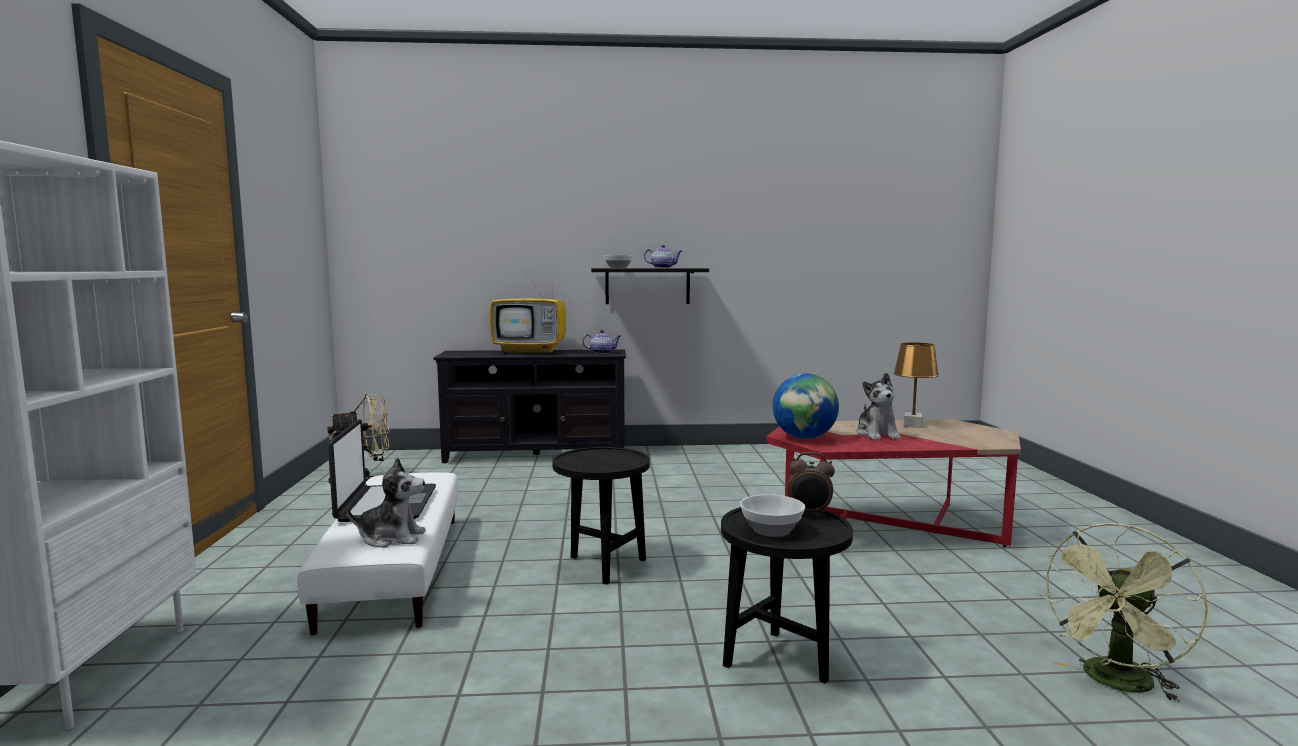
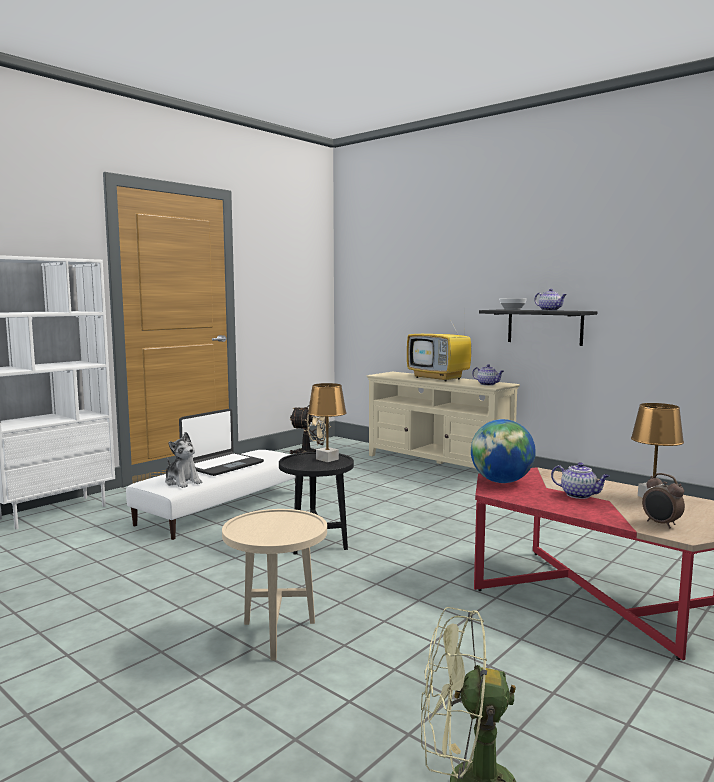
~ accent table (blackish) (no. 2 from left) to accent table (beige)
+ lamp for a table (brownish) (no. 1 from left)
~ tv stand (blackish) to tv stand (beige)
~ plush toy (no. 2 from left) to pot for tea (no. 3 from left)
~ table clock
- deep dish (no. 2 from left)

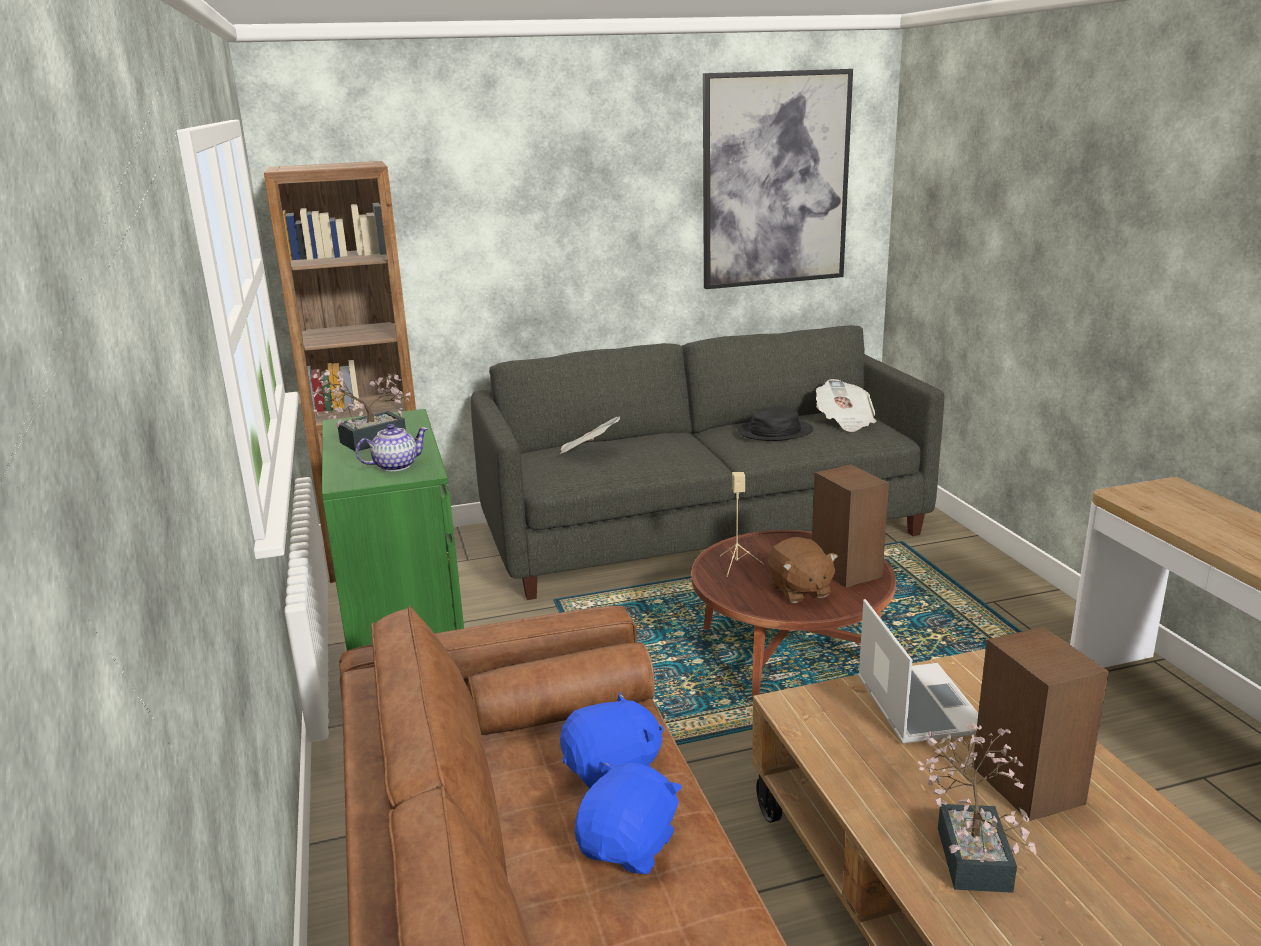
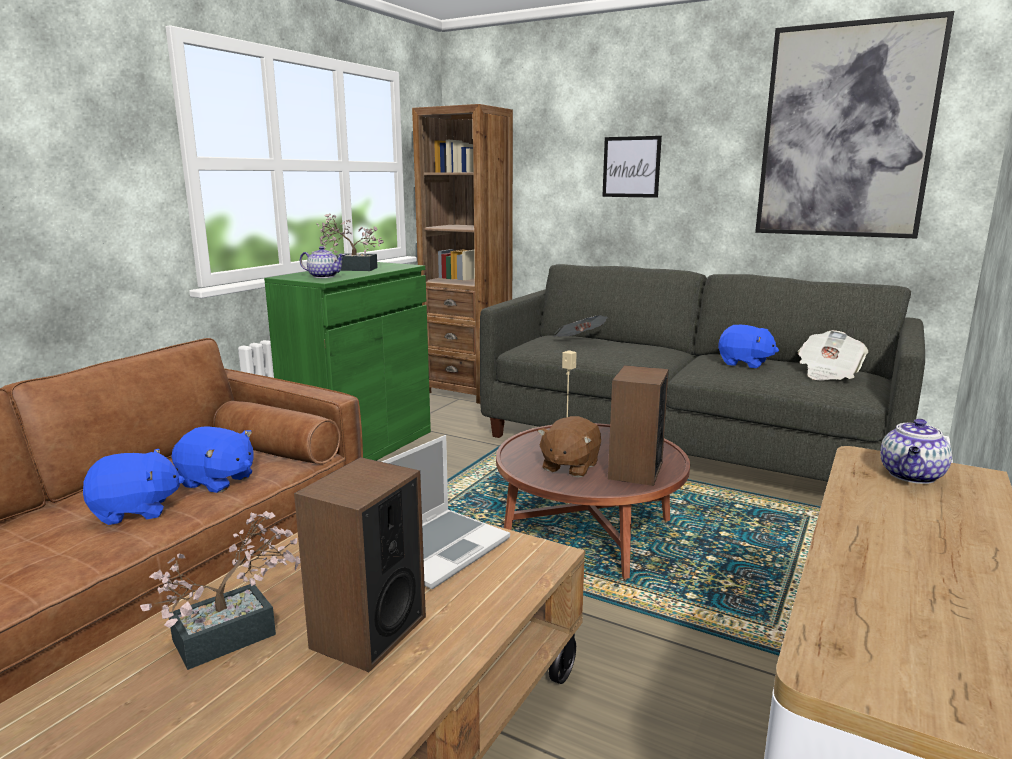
+ picture (no. 1 from left)
~ wearable hat (blackish) to plush toy (blue) (no. 3 from left)
+ pot for tea (no. 2 from left)

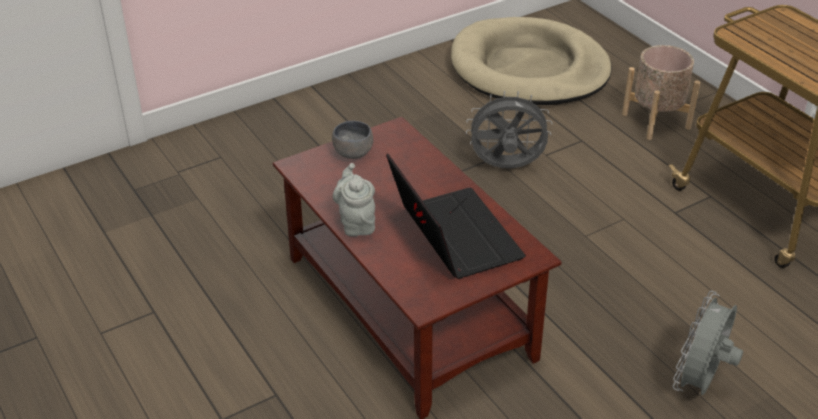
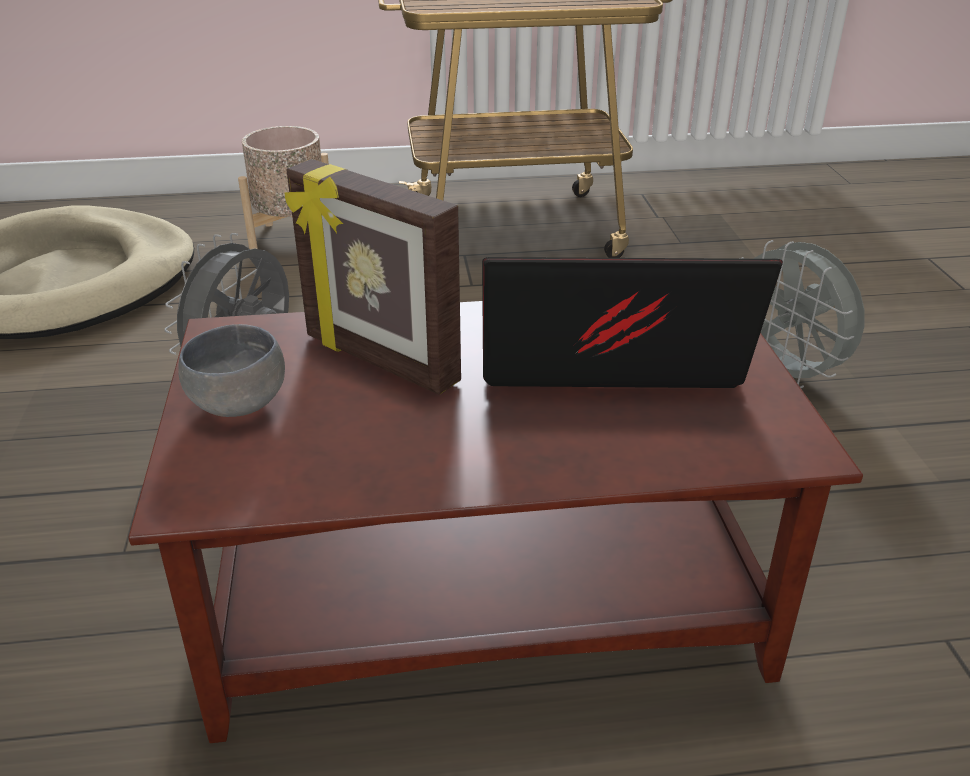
+ photo frame
- pot for tea (grey)

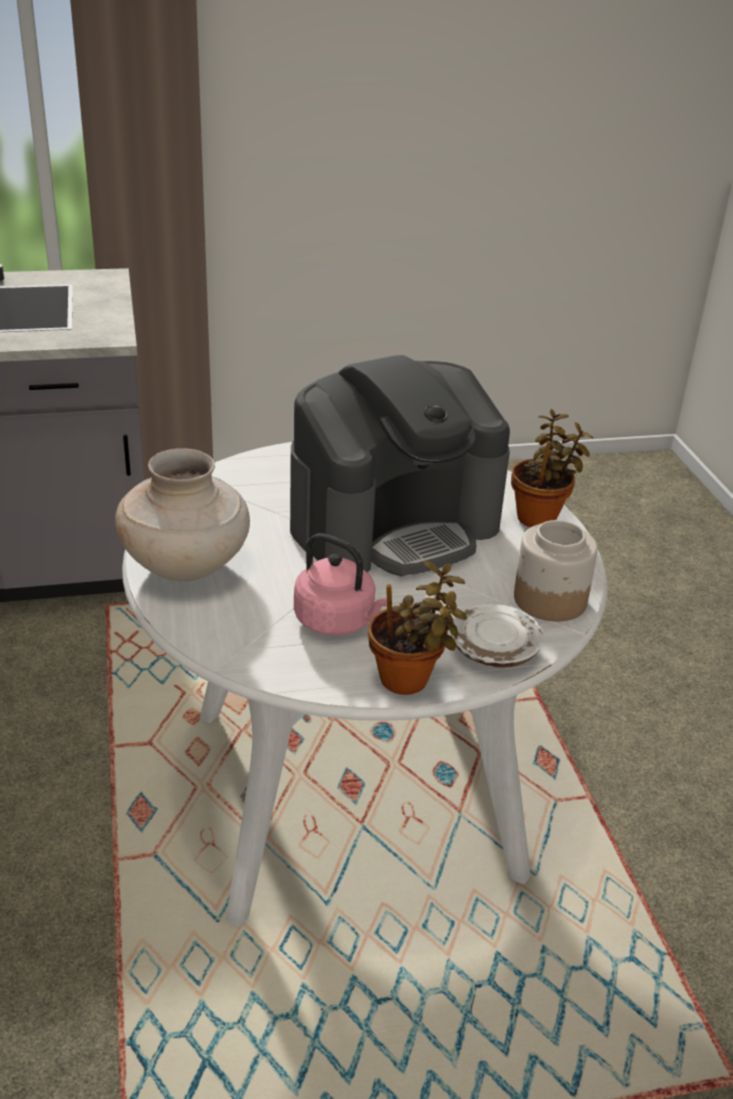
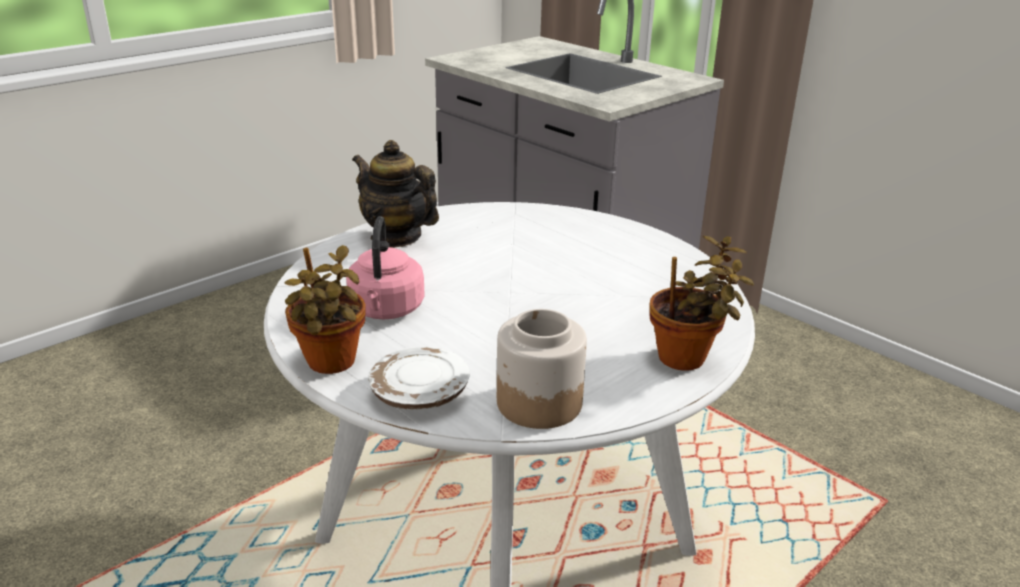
~ vase (beige) to pot for tea
- coffee machine

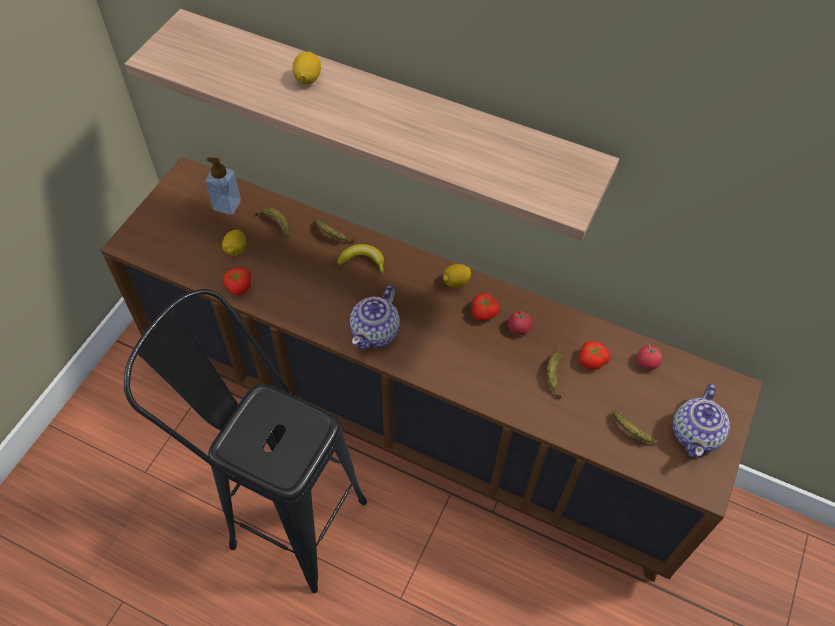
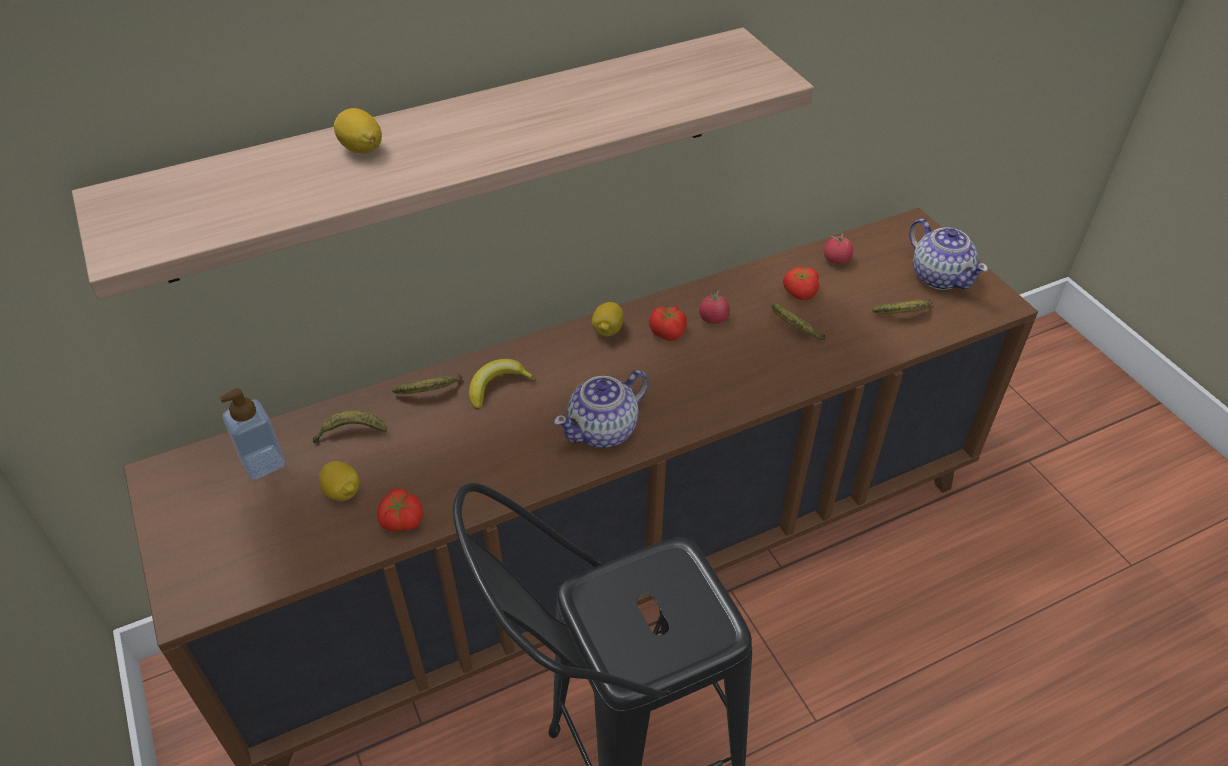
~ pot for tea (no. 1 from left) 75 degrees clockwise

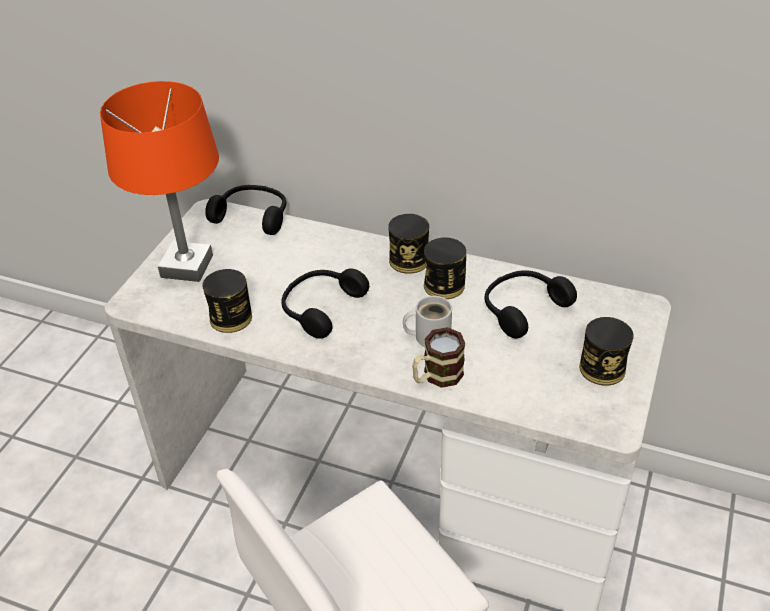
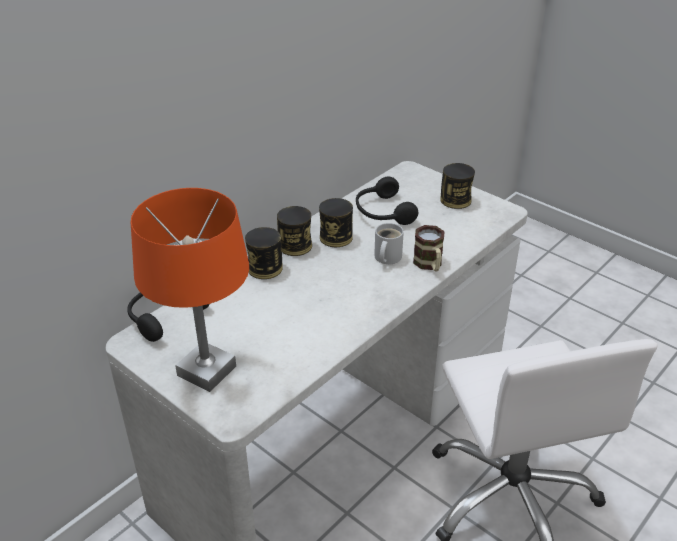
~ can (no. 1 from left)
- headset (blackish) (no. 2 from left)

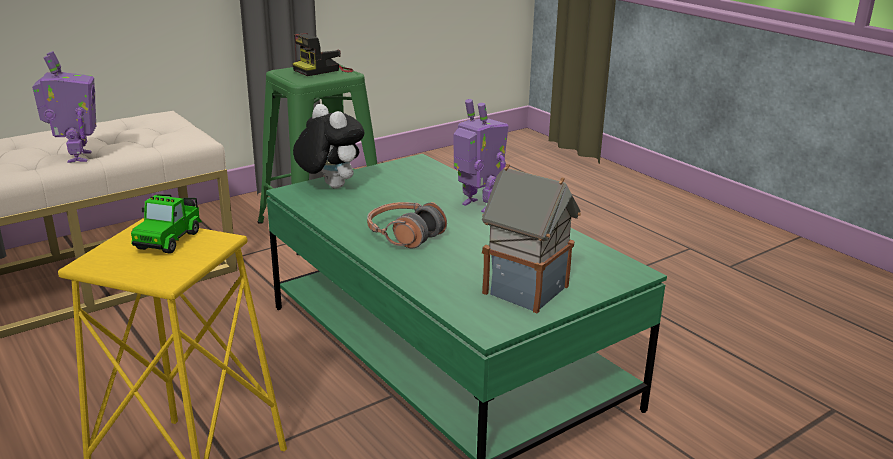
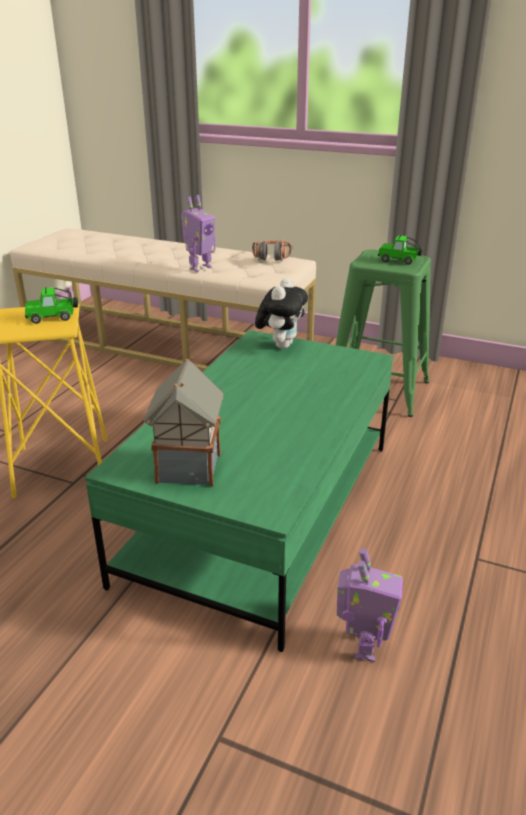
~ headset
~ toy robot (no. 2 from left)
~ photo camera to model car (no. 2 from left)

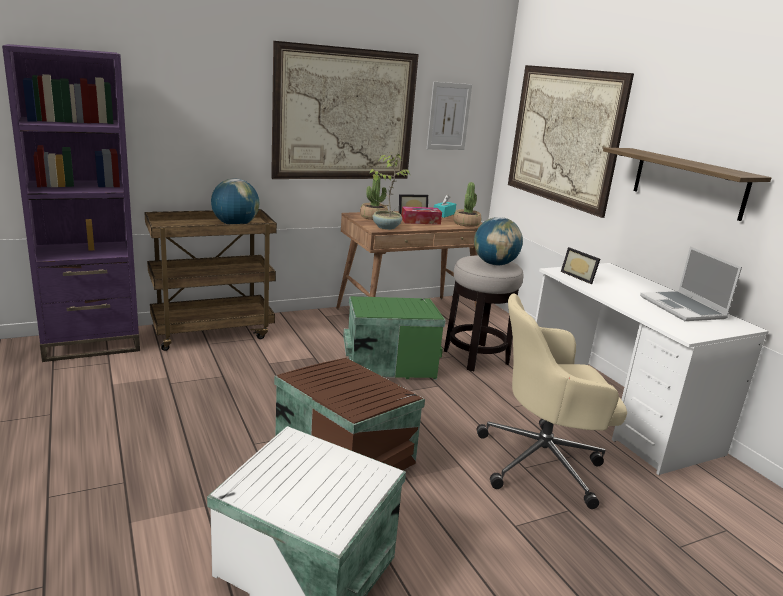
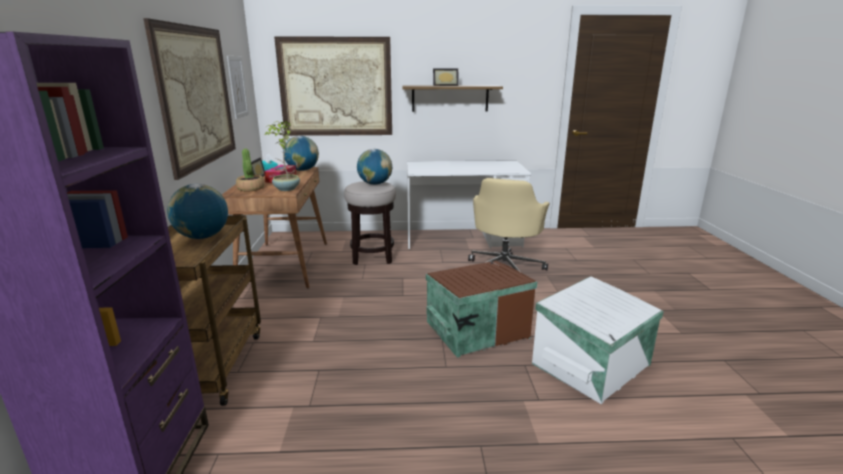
~ potted plant (no. 3 from left) to desk globe (no. 2 from left)
~ photo frame (no. 2 from left)
- storage container (greenish)
- laptop

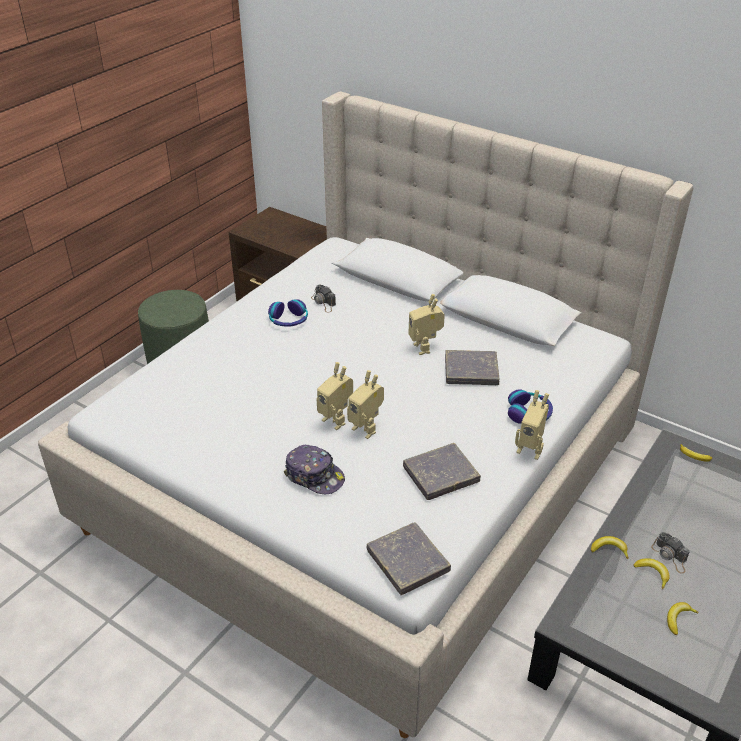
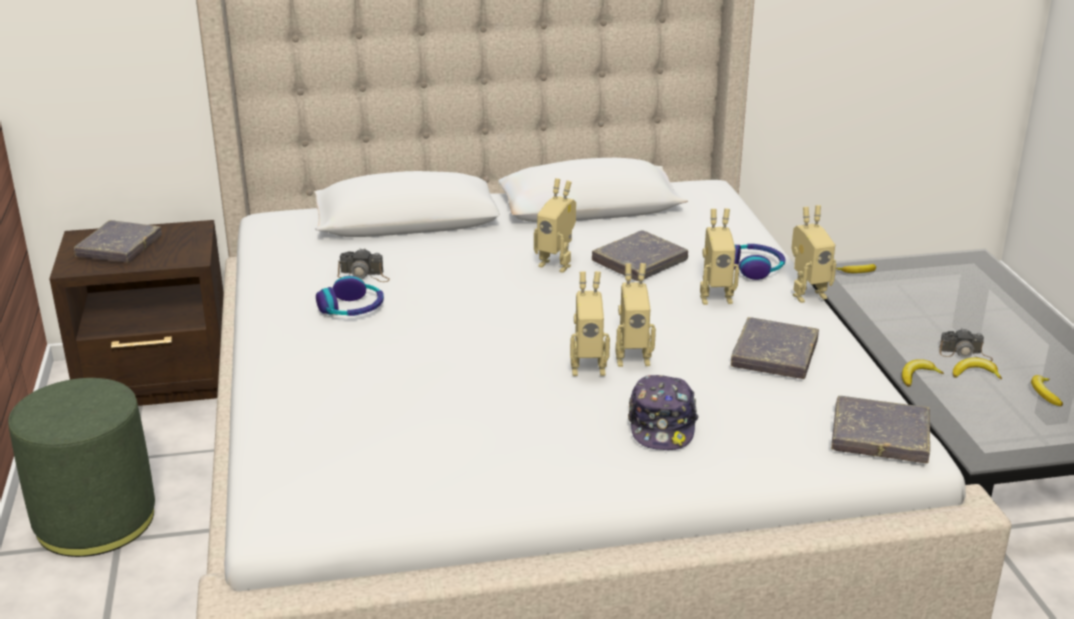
+ bound book (grey) (no. 1 from left)
~ cap 105 degrees clockwise
+ toy robot (no. 4 from left)

